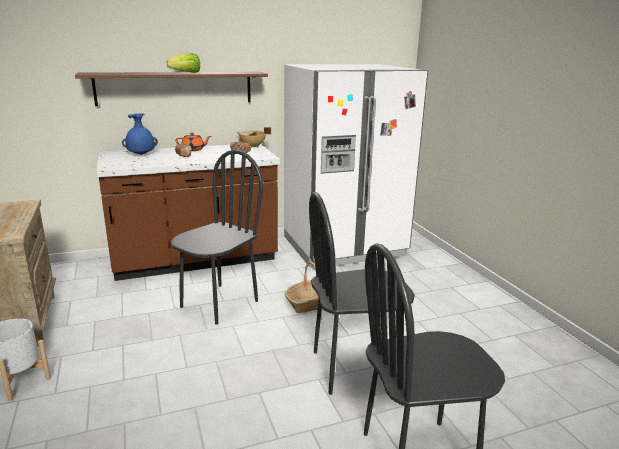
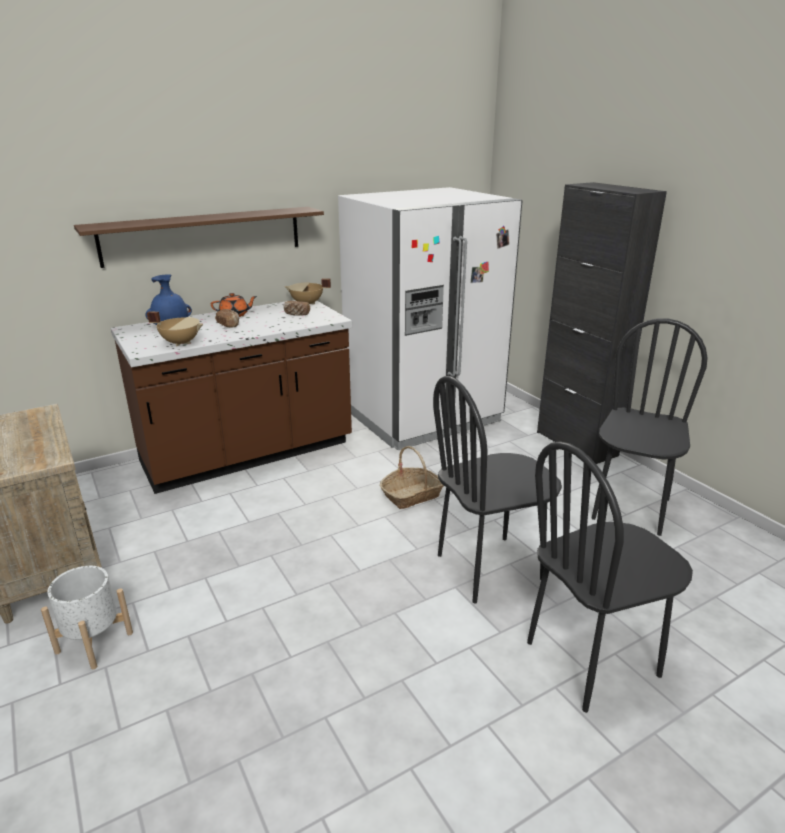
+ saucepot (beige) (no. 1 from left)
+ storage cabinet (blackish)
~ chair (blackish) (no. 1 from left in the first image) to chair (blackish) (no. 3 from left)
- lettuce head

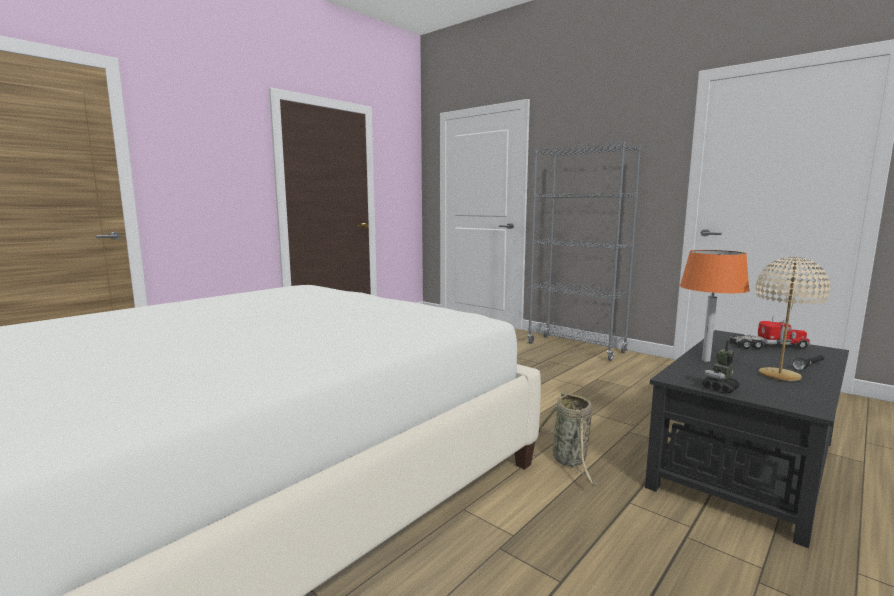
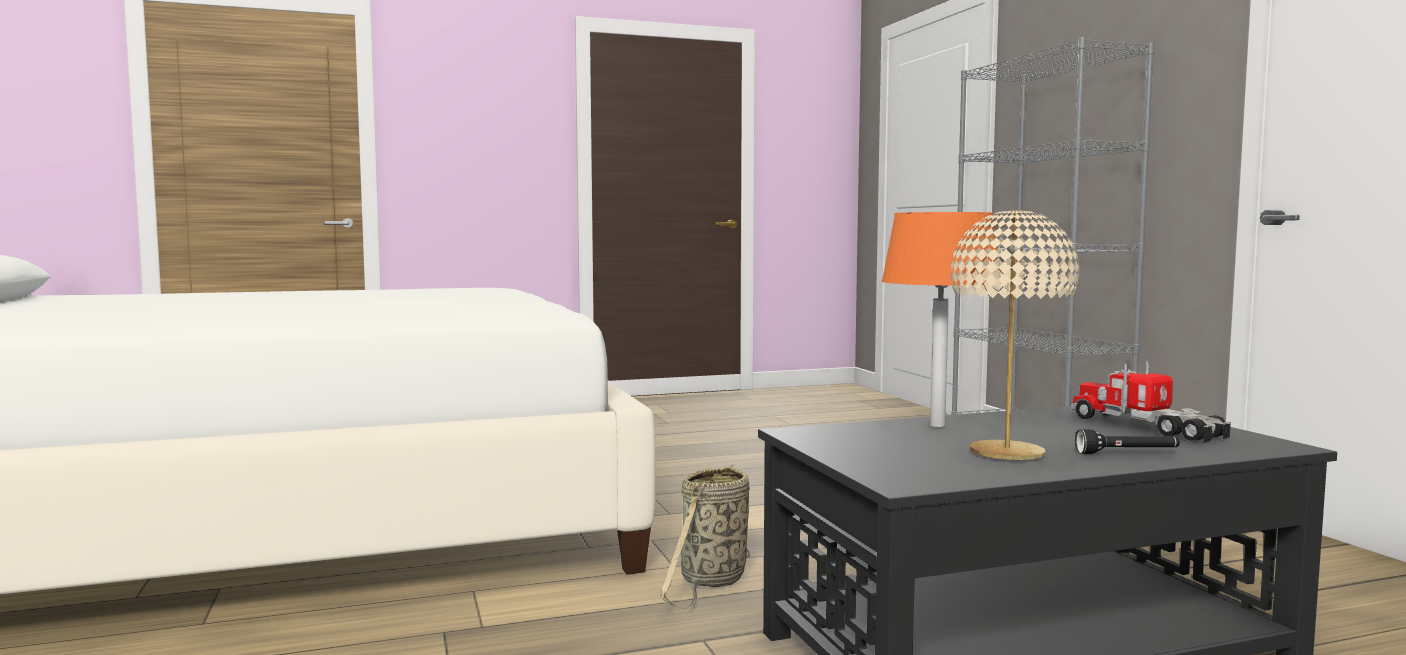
~ toy truck 150 degrees counterclockwise
- toy robot

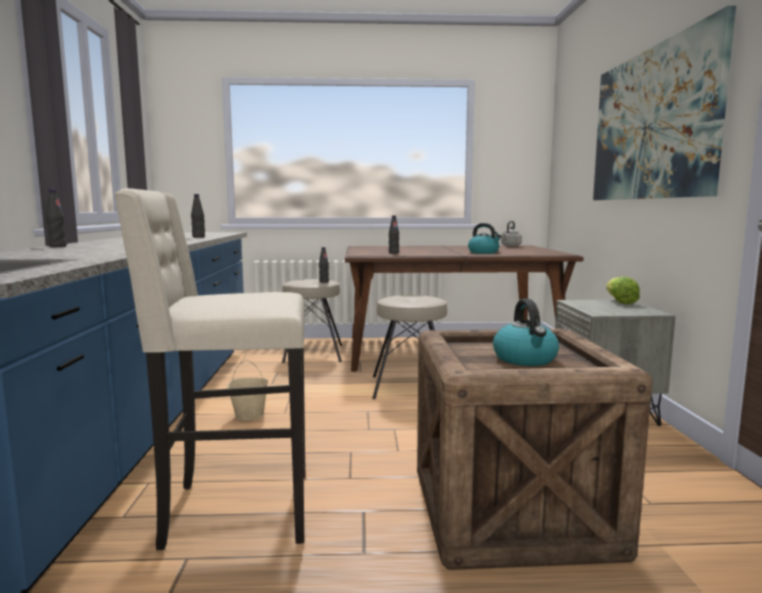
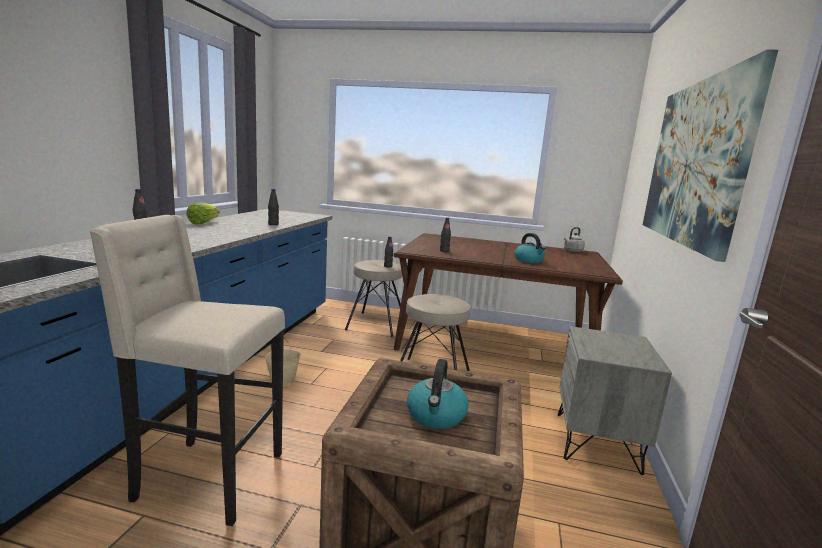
~ lettuce head

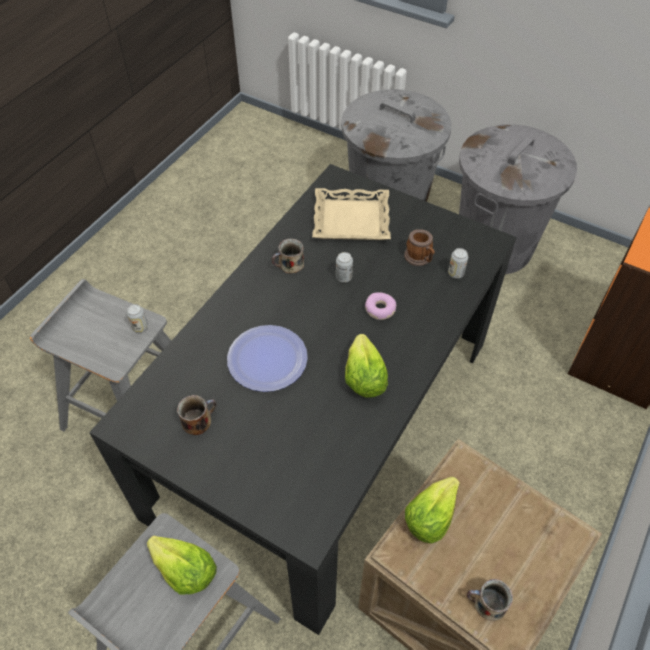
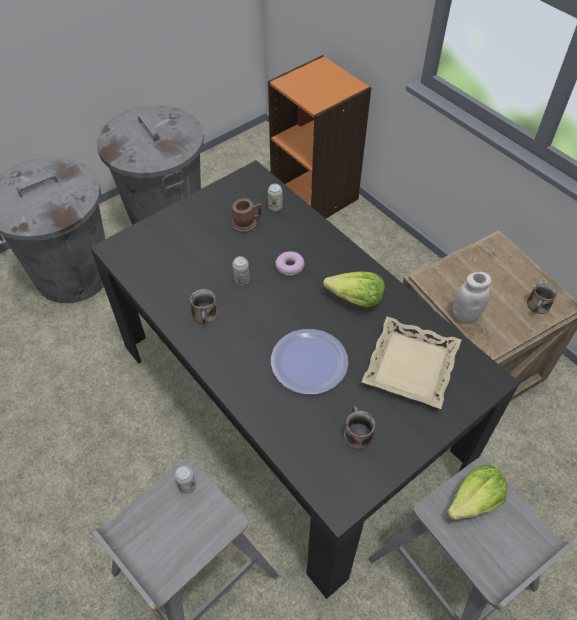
~ serving tray (beige)
~ lettuce head (no. 3 from left) to storage jar (white-coloured)

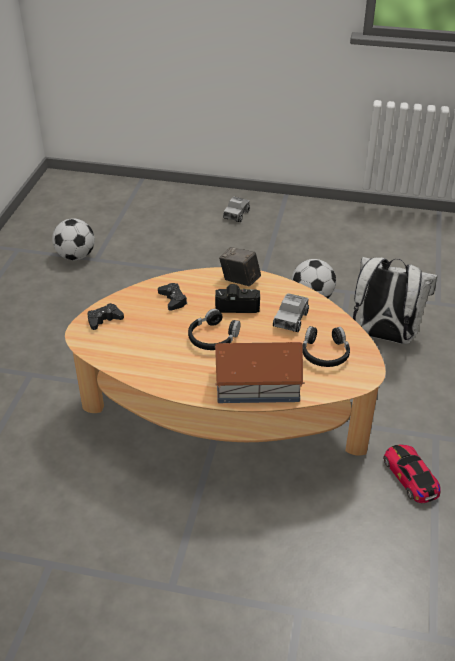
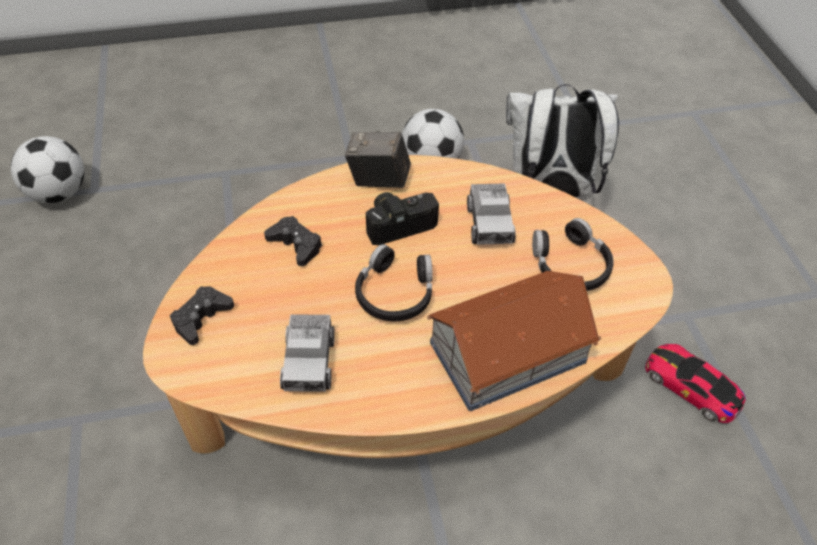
~ toy truck (no. 1 from left)

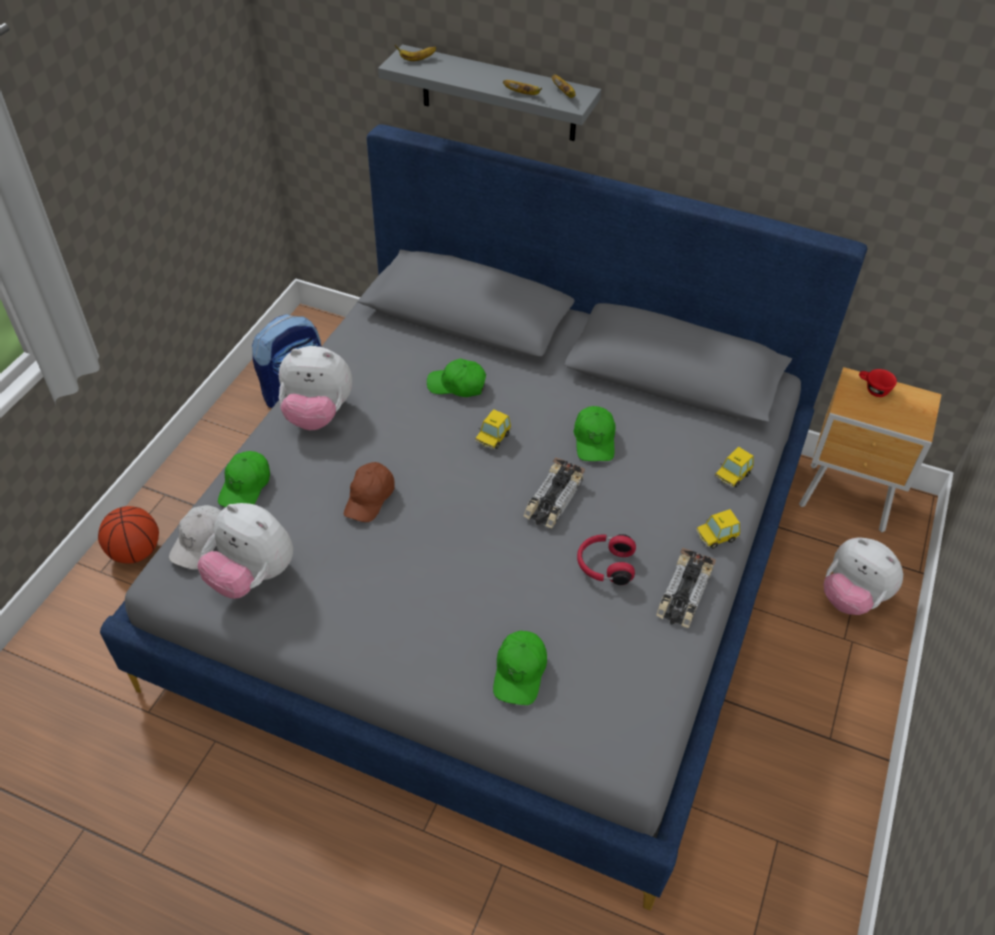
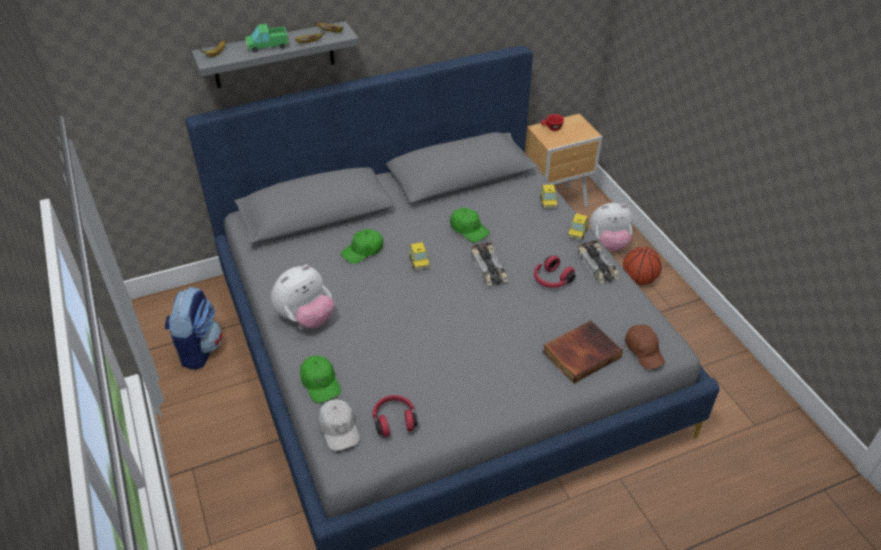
+ toy truck
~ plush toy (no. 1 from left) to headset (red-coloured) (no. 1 from left)
~ cap (greenish) (no. 3 from left) to bound book
~ basketball ball
~ cap (brownish)

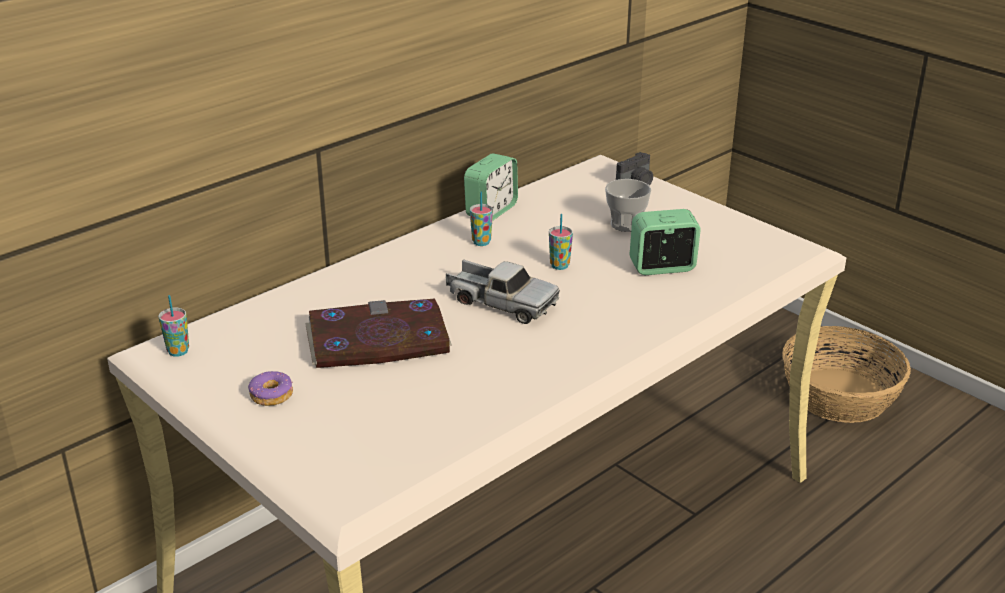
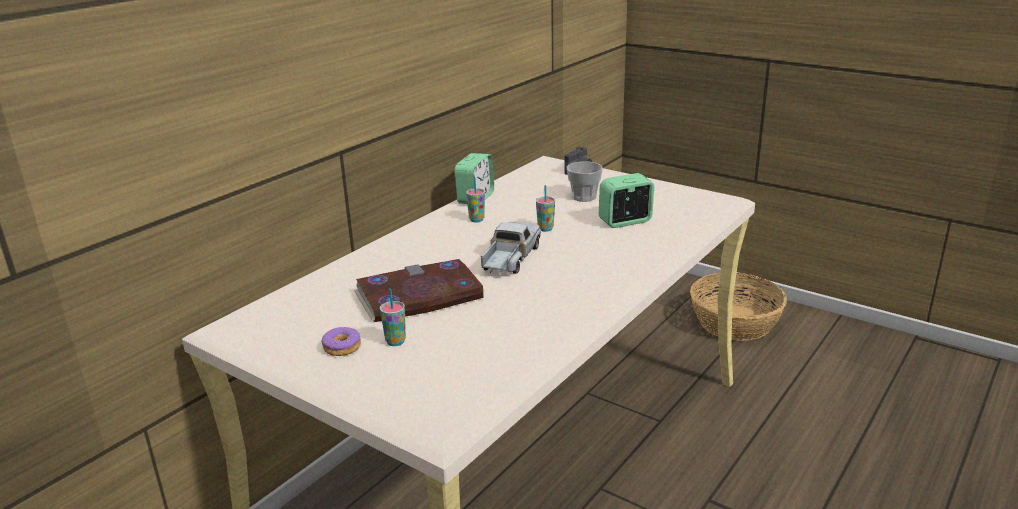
~ small cup (no. 1 from left)
~ toy truck 90 degrees counterclockwise

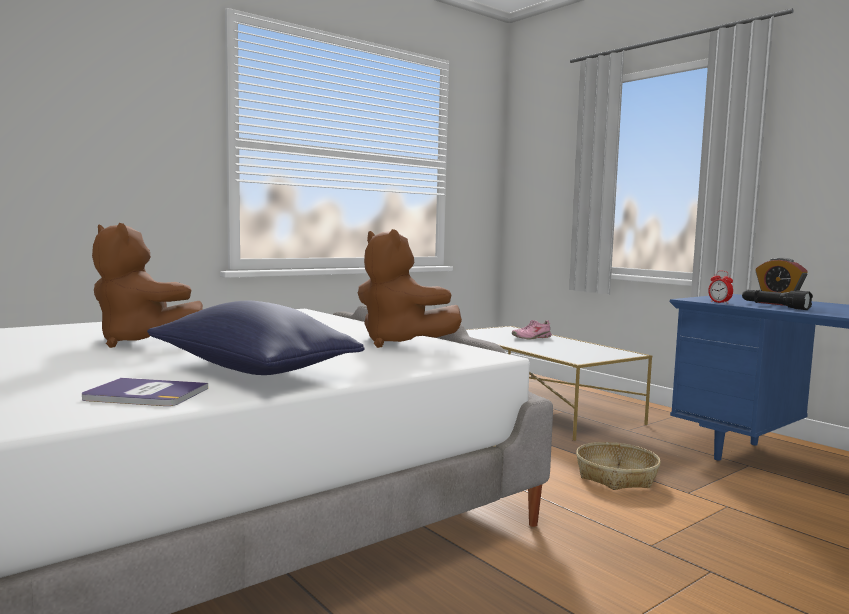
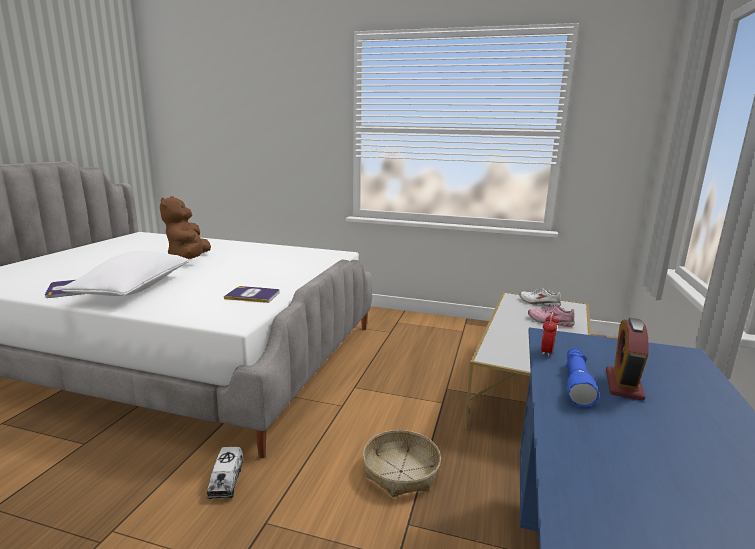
~ throw pillow (blue) to throw pillow (white-coloured)
+ toy truck
~ plush toy (brownish) (no. 2 from left) to bound book (no. 2 from left)
+ low shoe (white-coloured)
~ flashlight (blackish) to flashlight (blue)

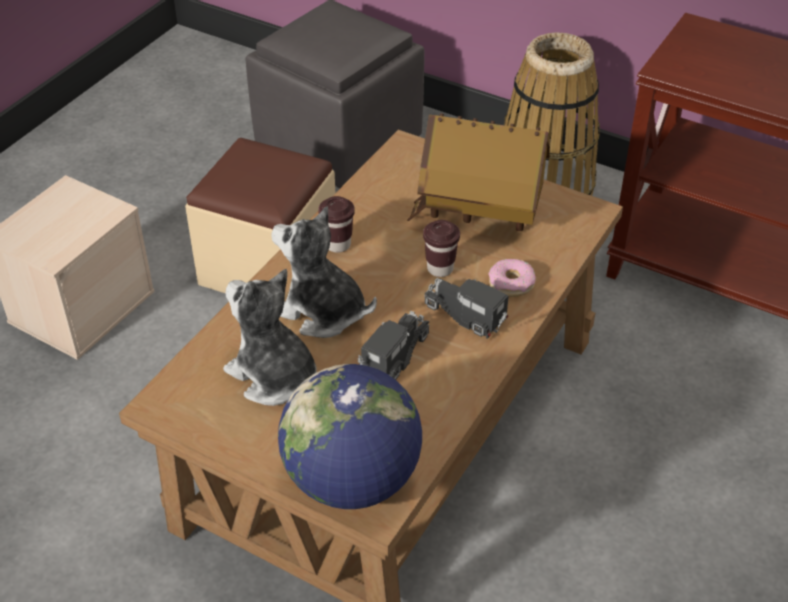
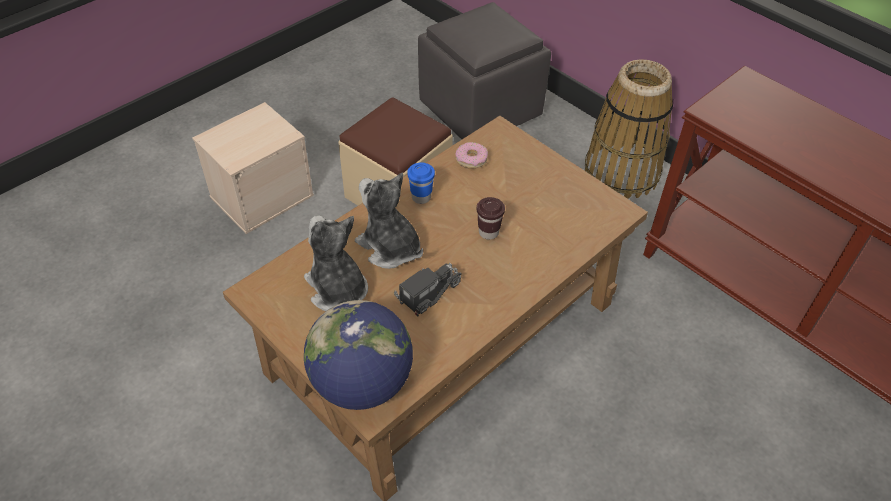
~ small cup (brownish) (no. 1 from left) to small cup (blue)
~ doughnut
- toy house
- toy truck (no. 2 from left)

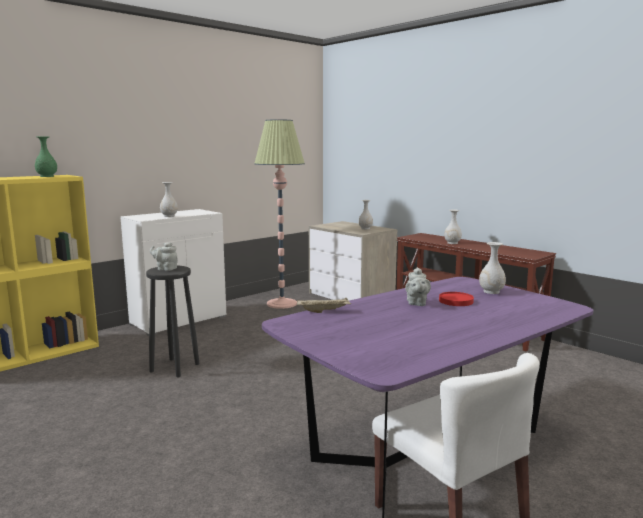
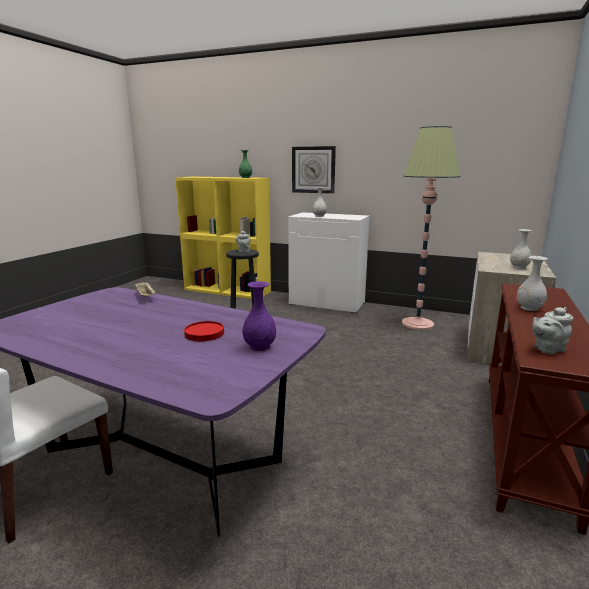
~ vase (white-coloured) (no. 4 from left) to vase (purple-coloured)
+ clock on the wall
~ pot for tea (grey) (no. 2 from left)

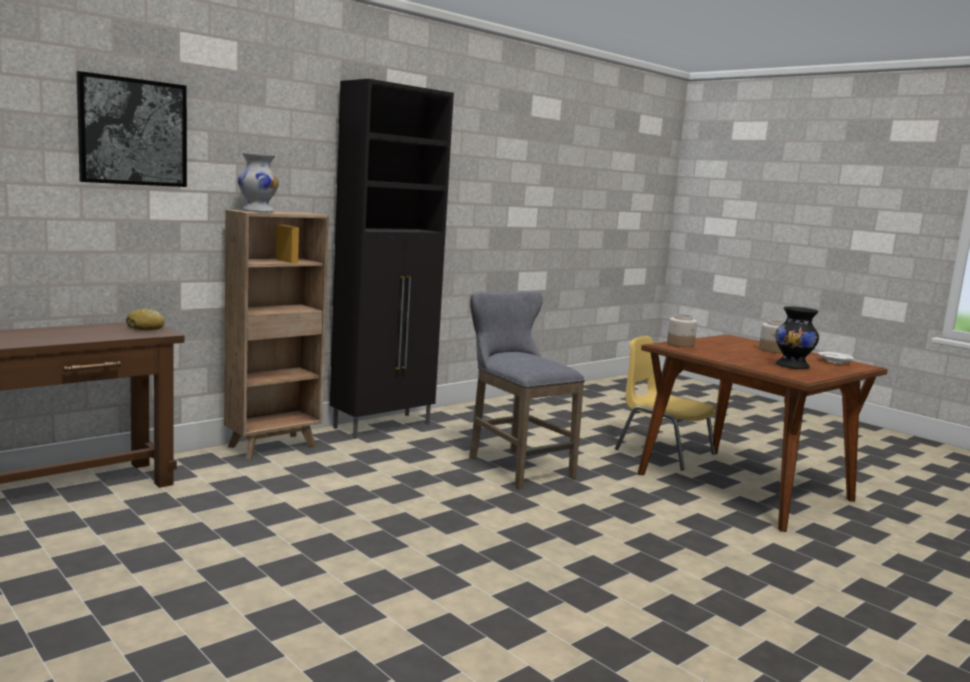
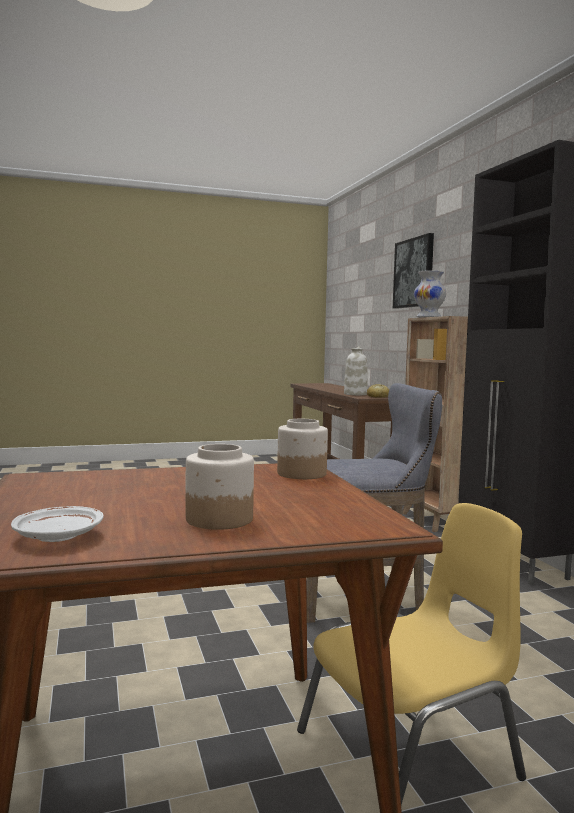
+ vase (white-coloured) (no. 1 from left)
- vase (blackish)

